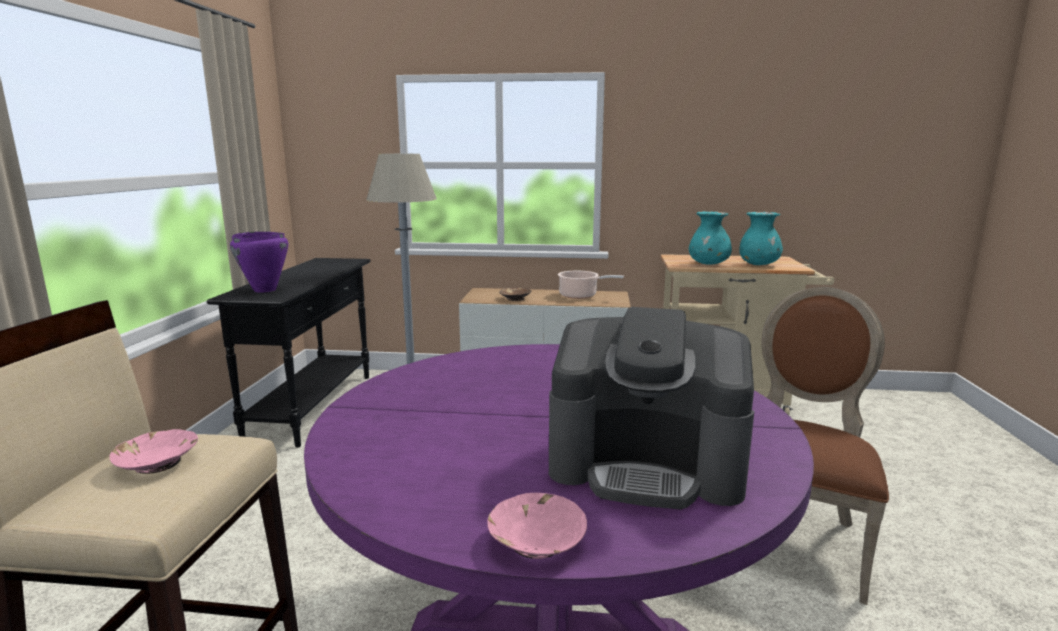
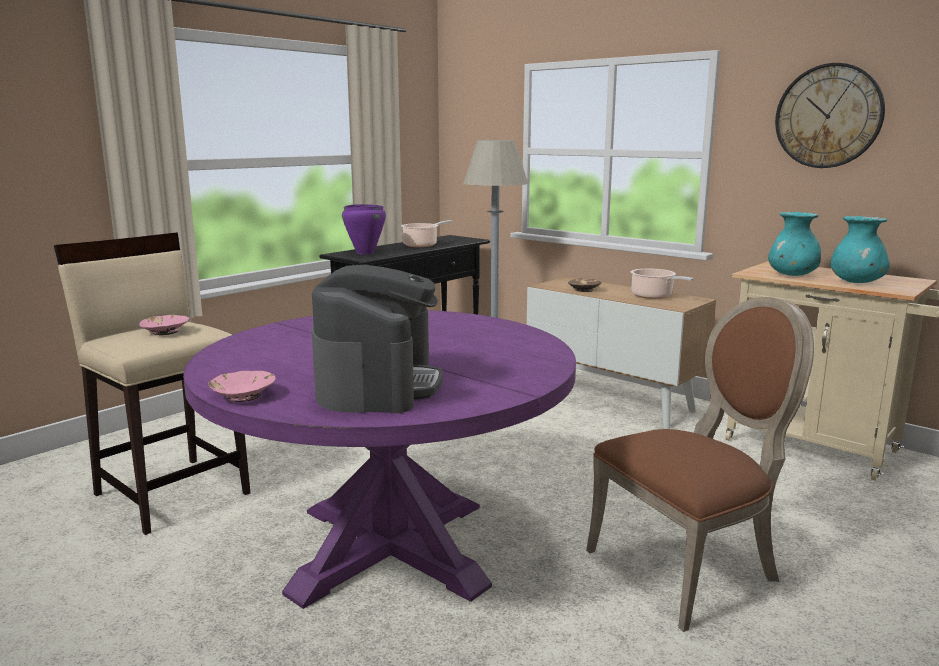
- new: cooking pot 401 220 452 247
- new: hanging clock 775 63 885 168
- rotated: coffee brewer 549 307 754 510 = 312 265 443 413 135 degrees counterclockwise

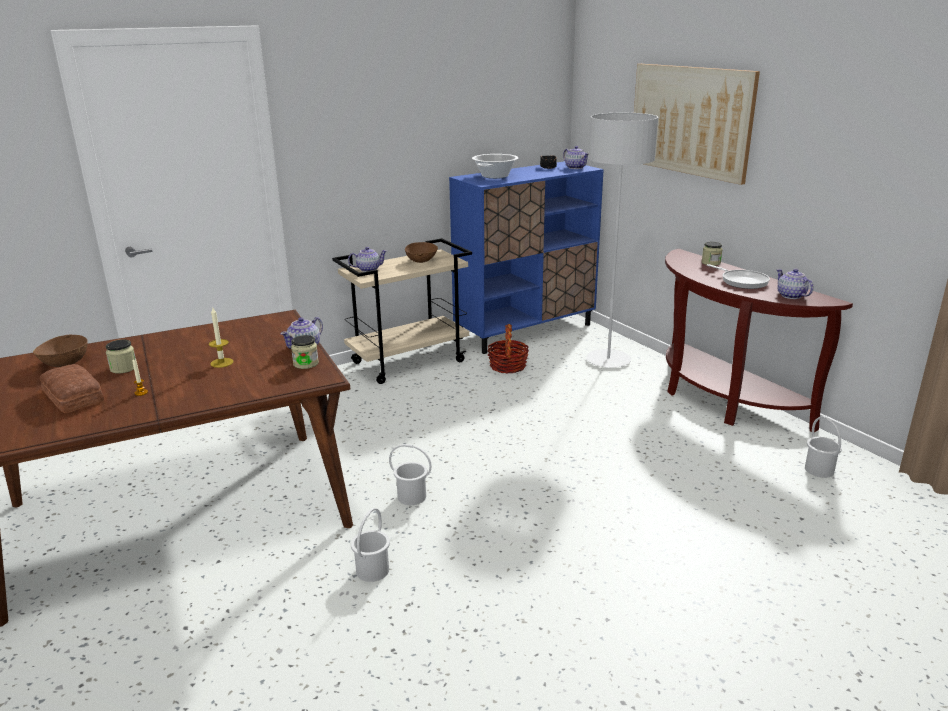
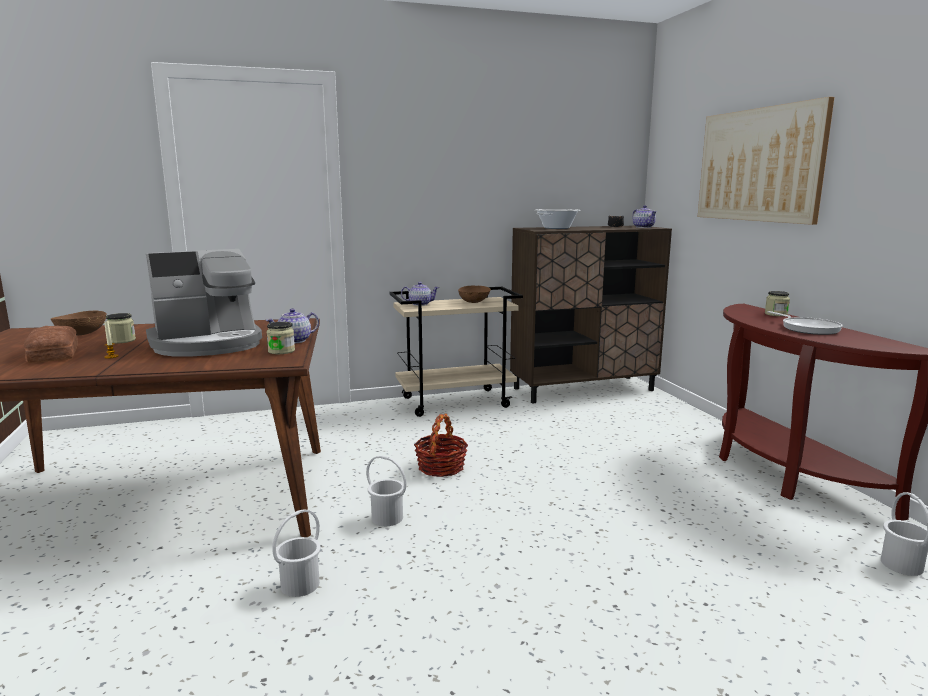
- gone: standing lamp (grey) 586 113 658 368
- gone: pot for tea 776 269 814 299
- shifted: household basket 487 324 529 374 to 414 413 468 477
- swapped: candle 209 308 233 368 to coffee brewer 146 249 262 356
- repainted: cabinet (blue-coloured) 449 161 604 354 to cabinet (brown-coloured) 510 226 672 403

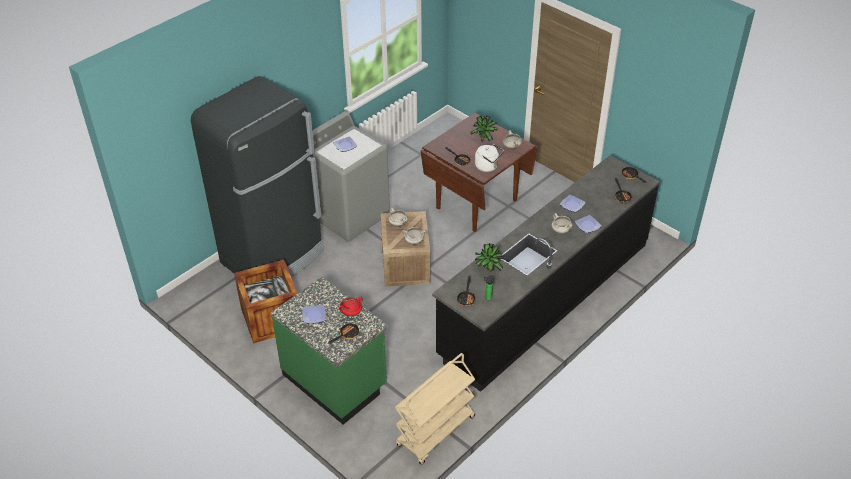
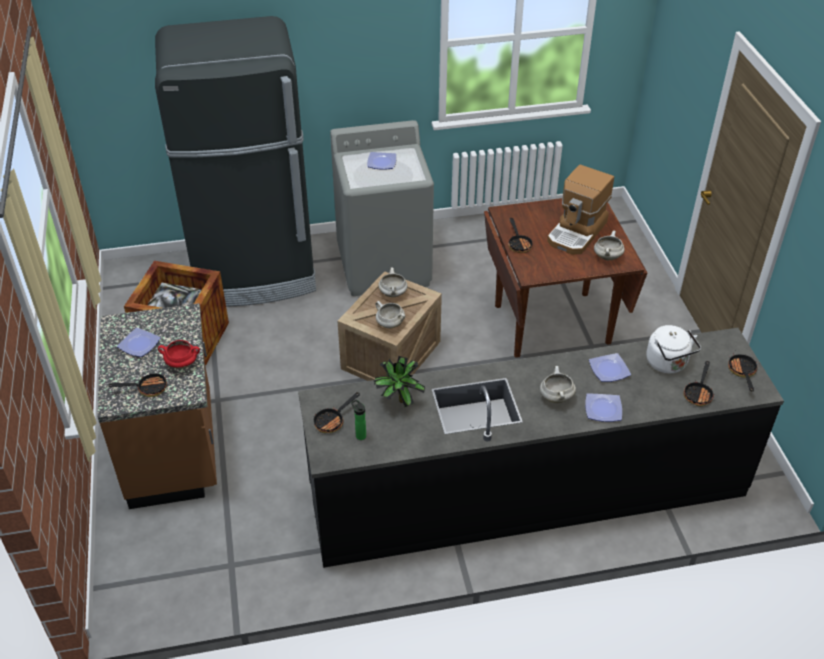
- gone: wheeled cart (sand-coloured) 395 353 475 465
- shifted: water kettle (white-coloured) 475 144 504 172 to 646 325 701 373
- swapped: houseplant 470 115 497 142 to coffee brewer 547 165 614 255
- repainted: counter (green) 271 277 388 425 to counter (brown-coloured) 98 303 217 509

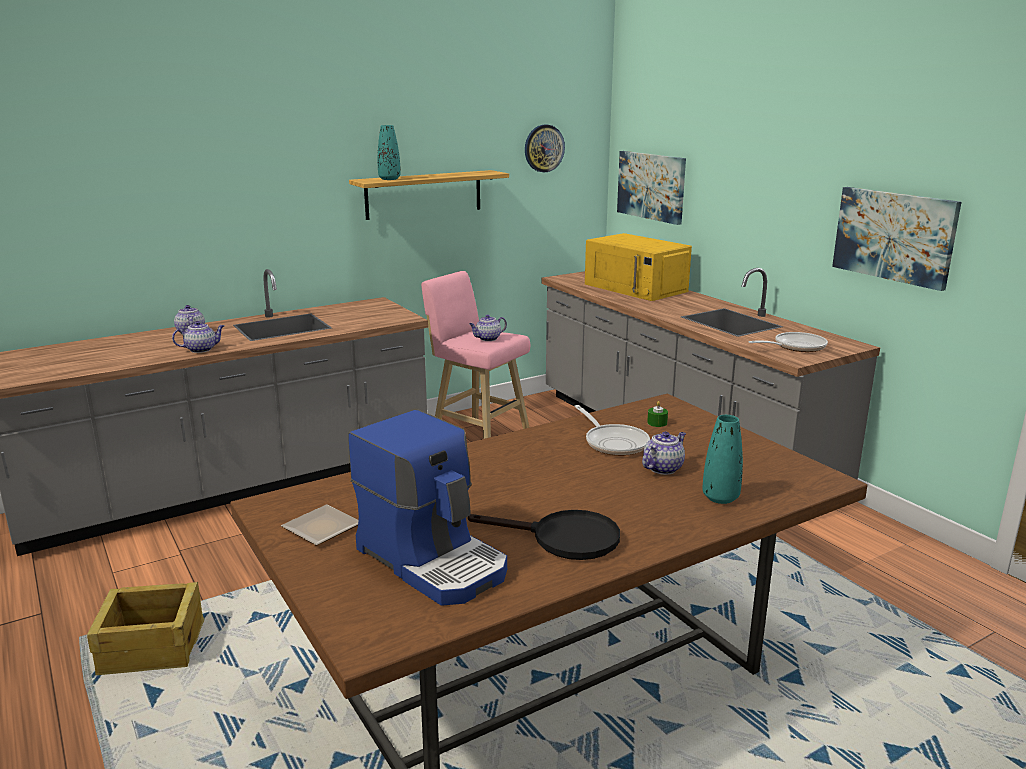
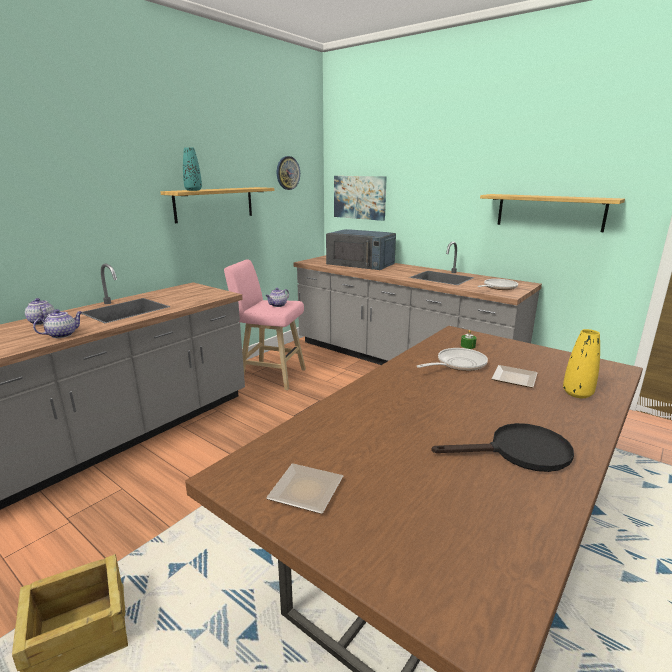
- gone: coffee brewer 348 410 507 606
- swapped: pot for tea 642 432 686 475 to dinner plate 492 365 538 388
- swapped: picture 832 187 961 291 to wall shelf 480 194 625 232
- repainted: kitchen microwave (yellowish) 585 233 692 301 to kitchen microwave (blue-coloured) 326 229 396 270
- repainted: decorative vase (turquoise-coloured) 702 415 743 504 to decorative vase (yellowish) 563 329 600 398
- rotated: frying pan 574 405 650 456 = 417 348 488 371 75 degrees counterclockwise

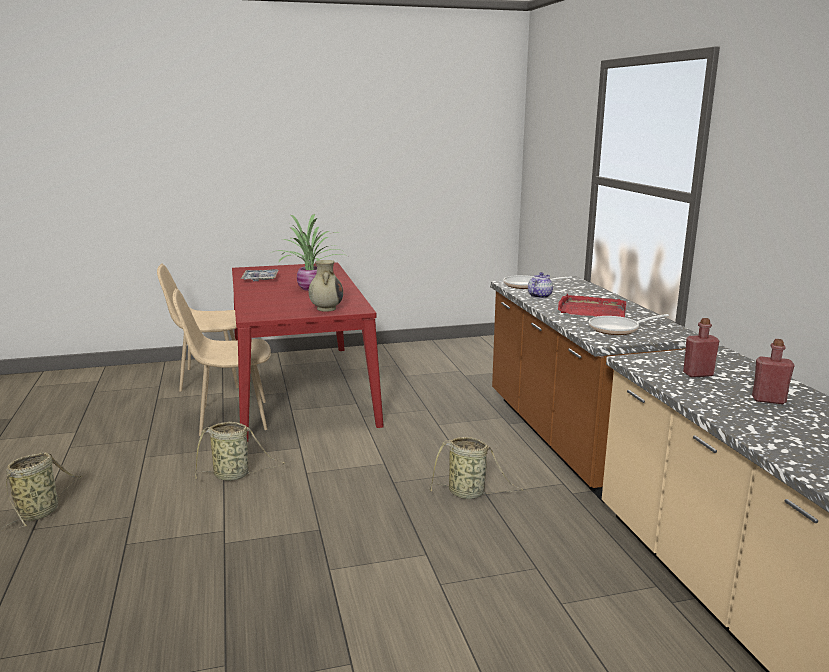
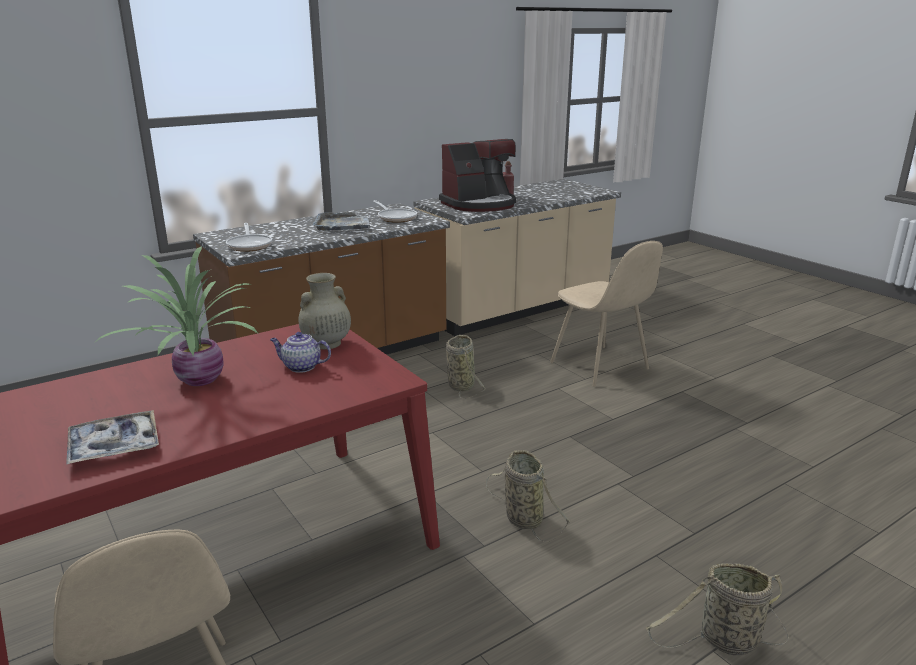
- shifted: upright chair (sand-coloured) 173 288 271 436 to 550 241 663 387
- shifted: pot for tea 528 272 553 298 to 270 332 331 373
- swapped: beverage bottle (red-coloured) 683 318 719 377 to coffee brewer 439 139 516 212
- repainted: tray (red-coloured) 558 294 626 317 to tray (grey) 313 212 370 231

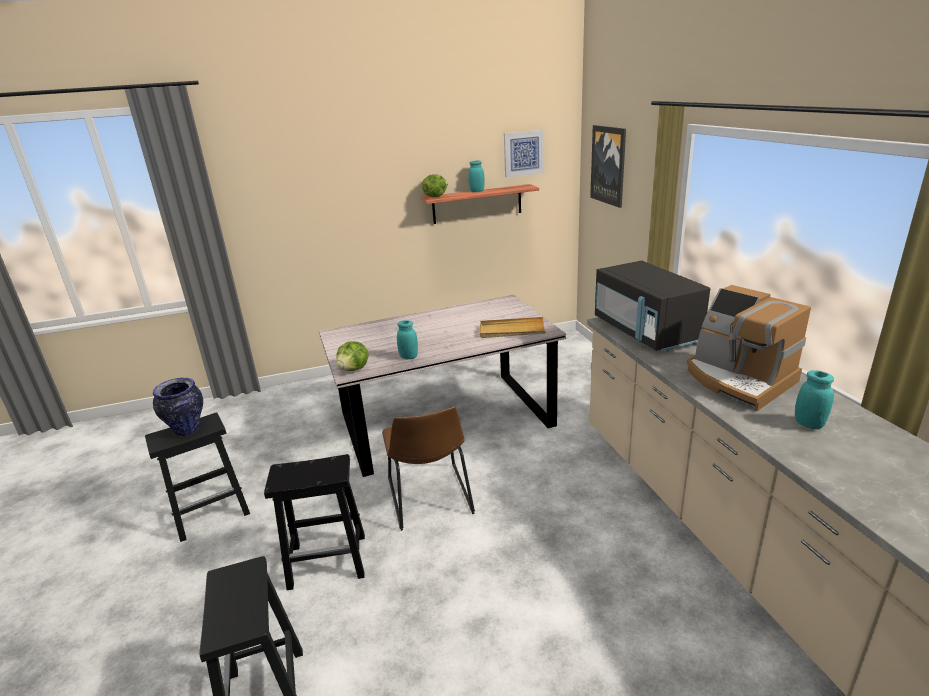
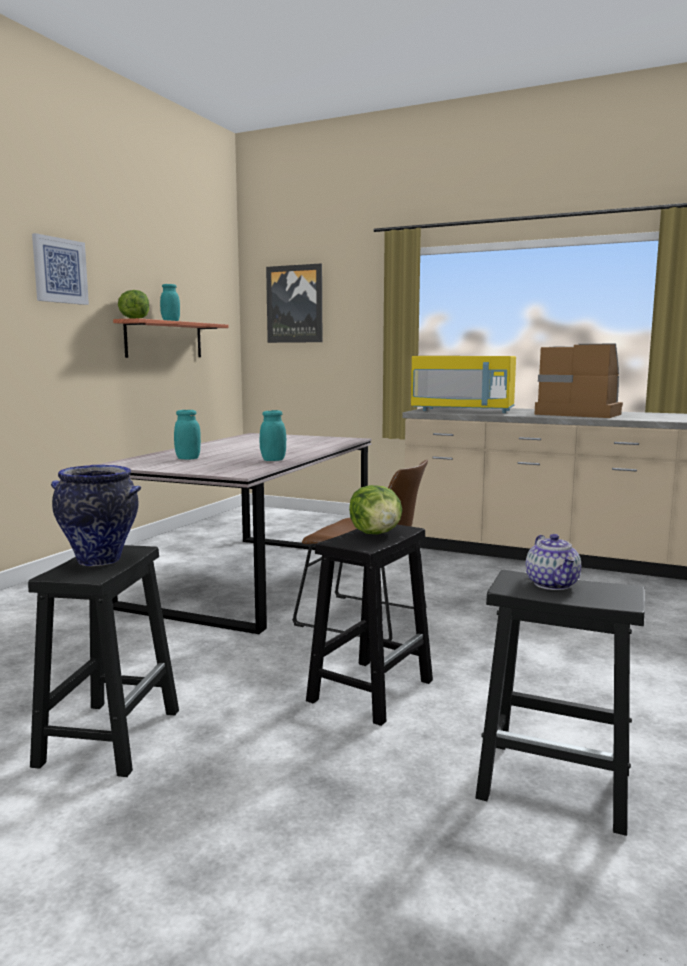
- gone: tray (sand-coloured) 480 317 546 338
- new: pot for tea 526 534 581 590
- shifted: lettuce head 336 342 369 371 to 349 485 402 534
- shifted: picture 504 130 544 177 to 32 233 89 305
- shifted: storage jar (turquoise-coloured) 795 370 834 429 to 174 410 201 459
- repainted: kitchen microwave (black) 595 261 710 352 to kitchen microwave (yellowish) 411 356 516 413
- rotated: coffee brewer 687 285 811 411 = 534 343 623 418 150 degrees counterclockwise

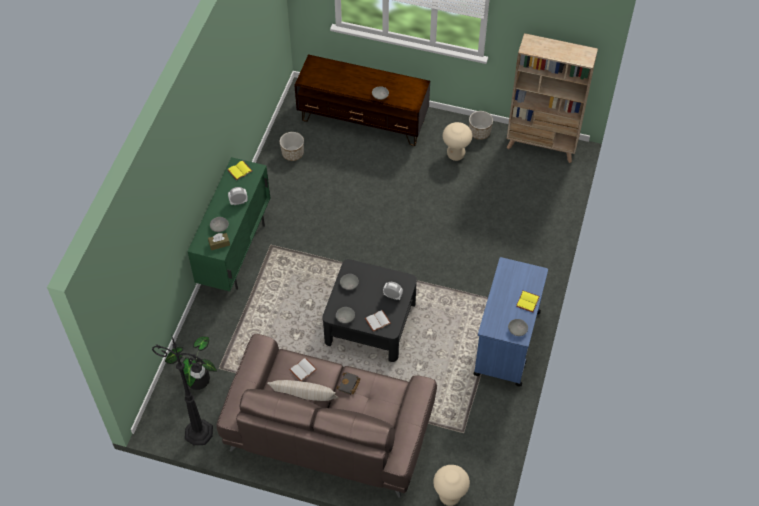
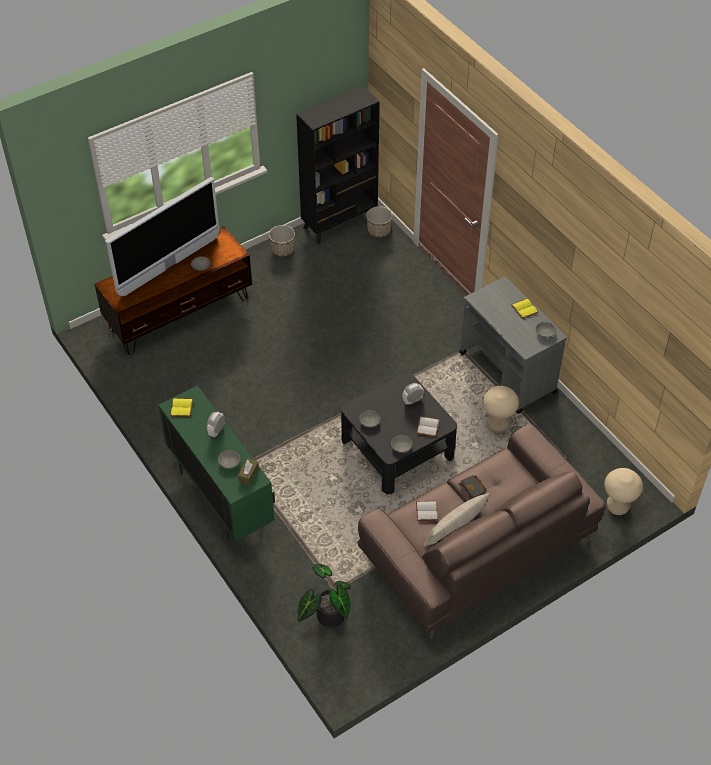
- gone: standing lamp (black) 152 334 213 445
- new: TV 105 177 219 296
- shifted: plant pot 280 132 304 161 to 367 206 392 237
- shifted: stool seat (sand-coloured) 442 122 472 161 to 483 386 519 432
- repainted: wheeled cart (blue-coloured) 474 257 548 387 to wheeled cart (grey) 459 277 567 414
- repainted: bookcase (sand-coloured) 507 33 598 163 to bookcase (black) 296 86 380 244

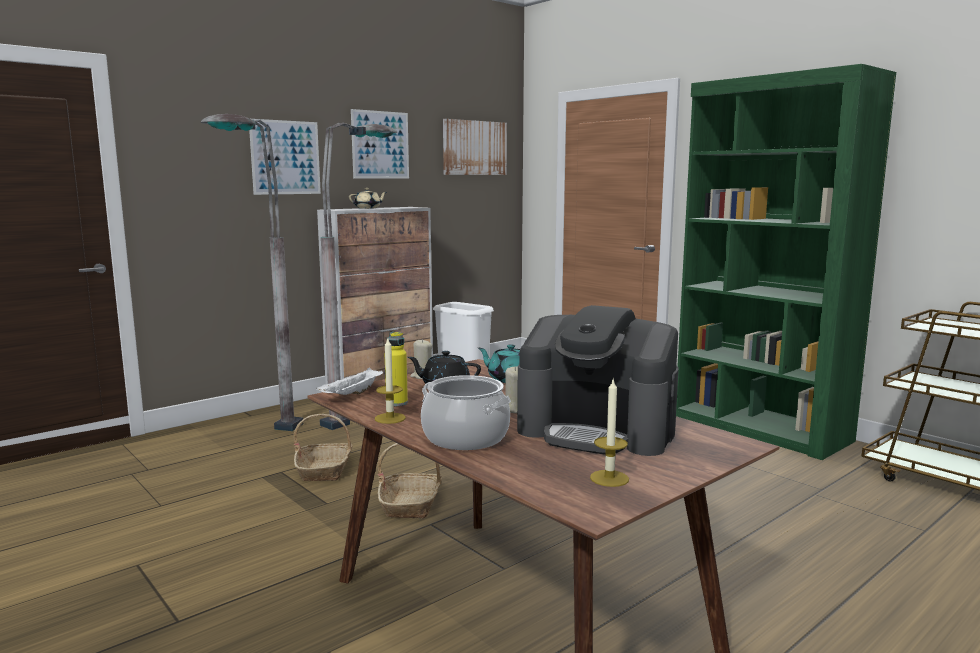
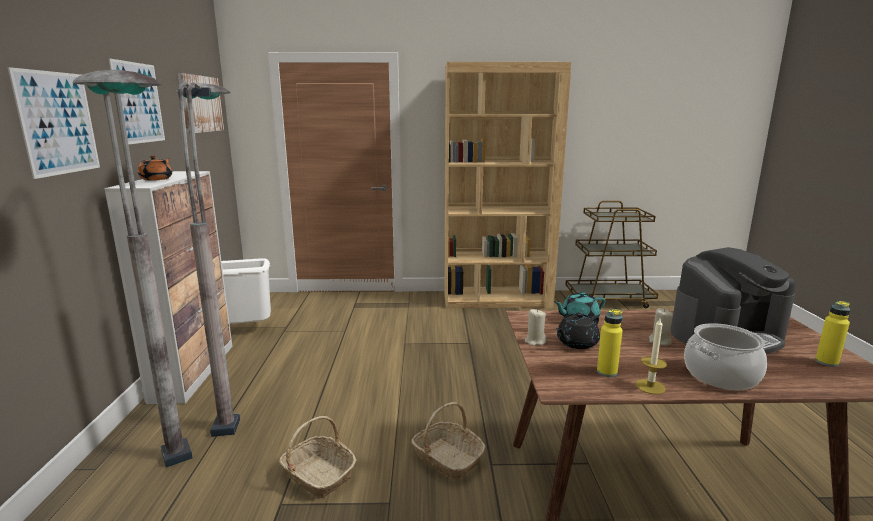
- gone: tray (white-coloured) 316 368 383 395
- swapped: candle 590 380 629 487 to beverage bottle (yellowish) 815 301 850 367
- repainted: pot for tea (sand-coloured) 349 188 387 209 to pot for tea (orange) 138 156 172 181
- repainted: bookcase (green) 676 64 896 460 to bookcase (brown-coloured) 444 62 571 308

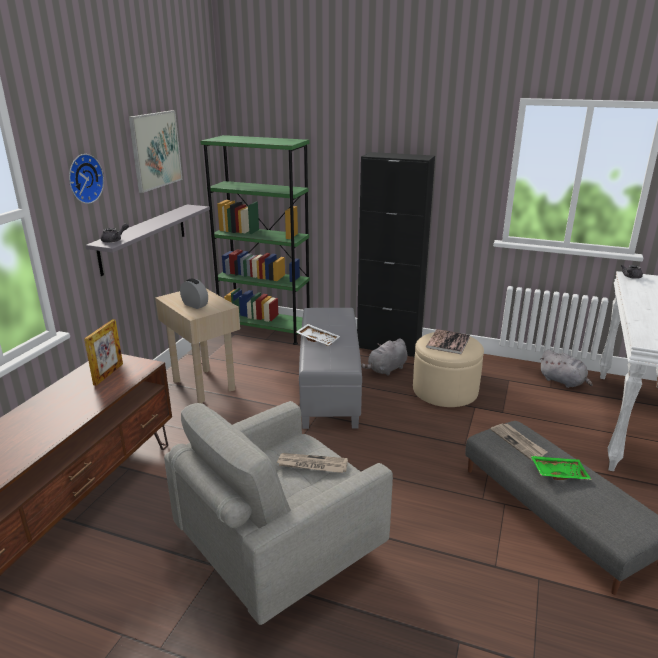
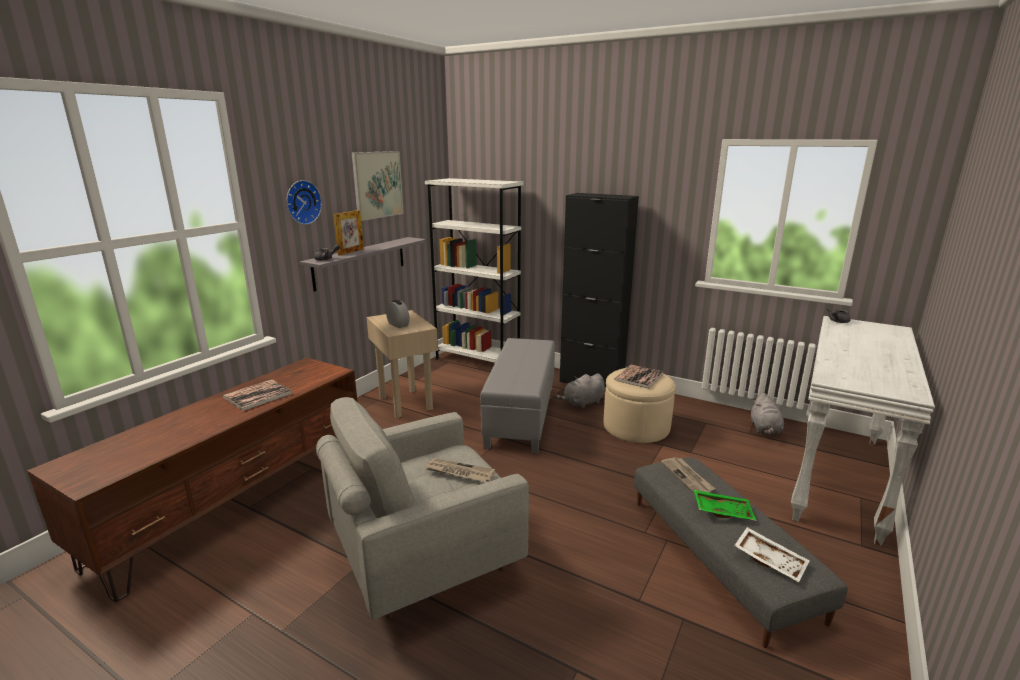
- new: volume 223 379 292 411
- shifted: photo frame 84 319 123 386 to 333 210 364 255
- shifted: tray (white-coloured) 296 324 340 346 to 734 527 810 583
- repainted: bookcase (green) 200 135 310 345 to bookcase (white-coloured) 425 178 524 363
- rotated: soft toy (grey) 539 350 593 388 = 751 393 784 435 45 degrees clockwise

